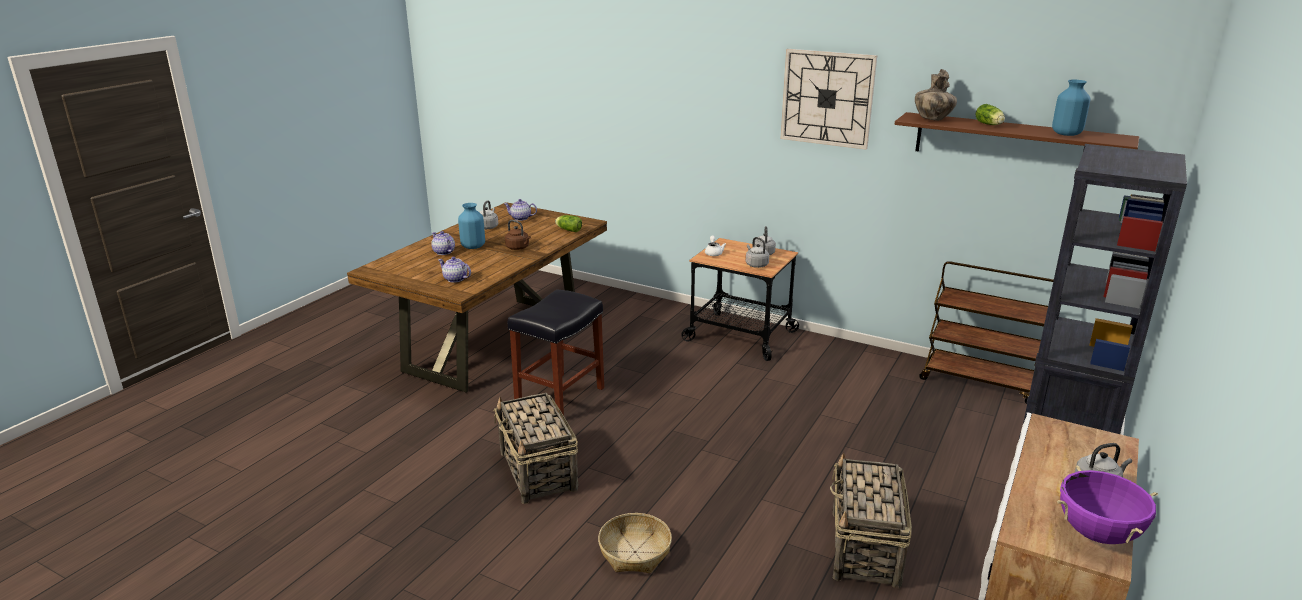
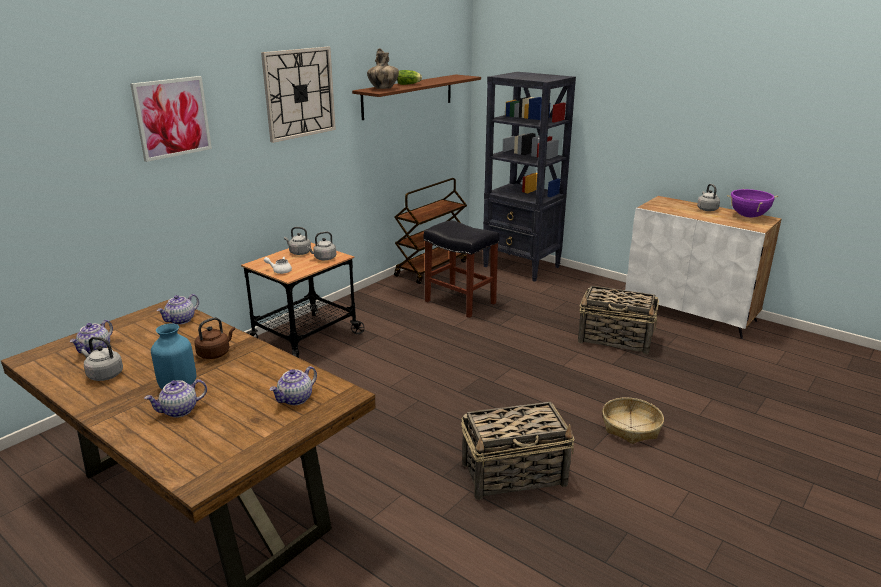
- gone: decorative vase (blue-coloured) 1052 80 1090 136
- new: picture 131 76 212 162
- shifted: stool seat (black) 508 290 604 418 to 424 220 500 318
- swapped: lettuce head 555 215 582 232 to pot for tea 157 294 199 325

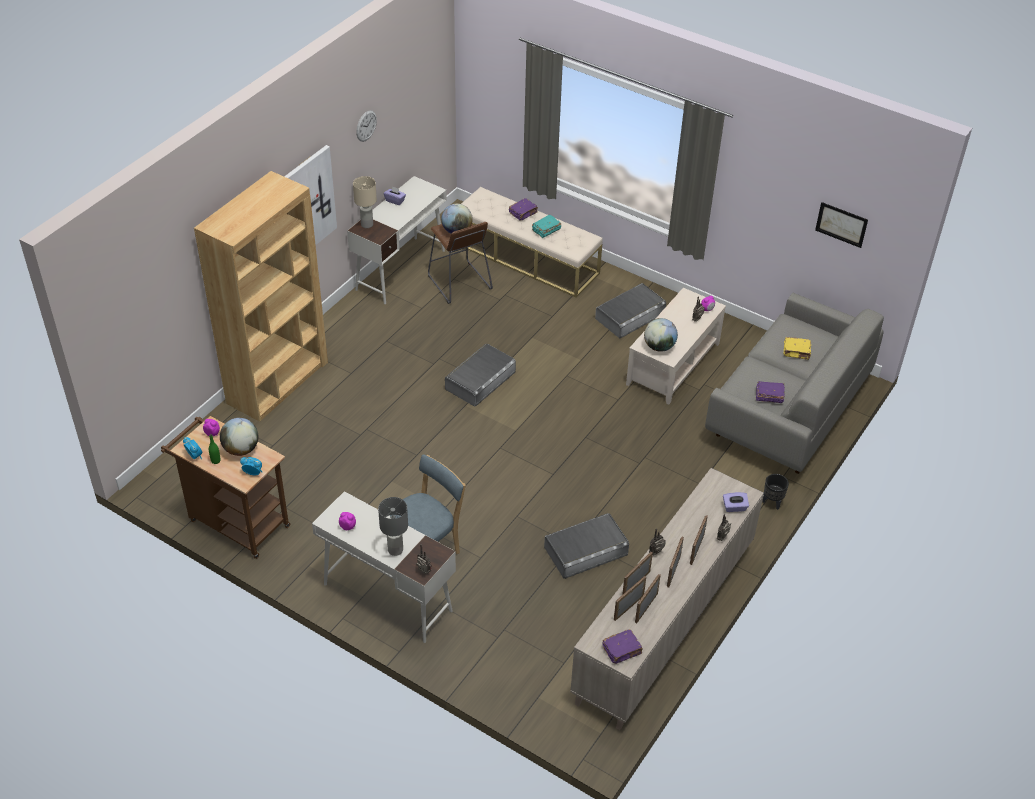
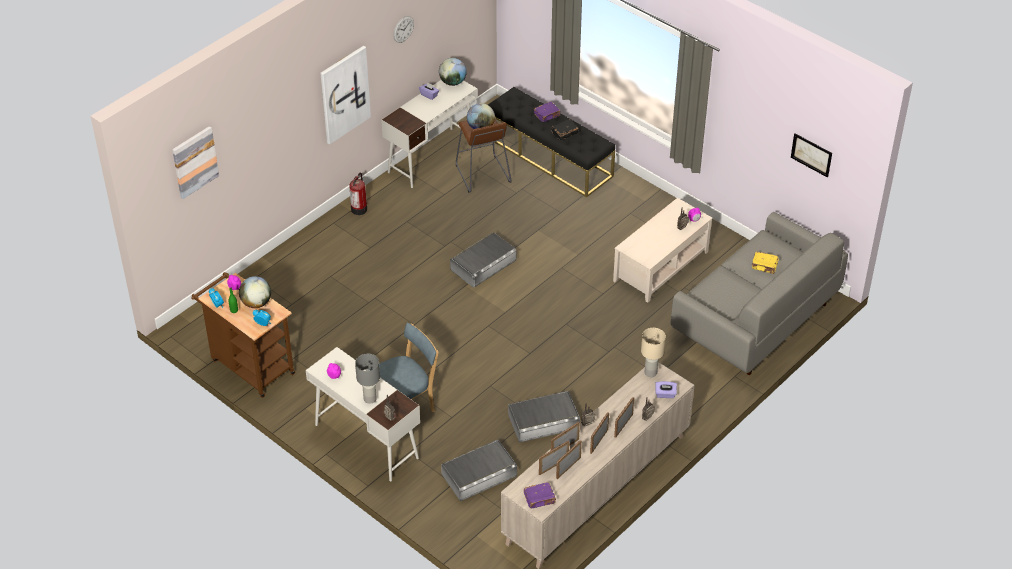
- gone: bookcase (brown-coloured) 194 171 328 422
- gone: volume (purple-coloured) 756 381 785 403
- gone: plant pot (black) 762 474 789 510
- new: picture 172 126 219 199
- new: fire extinguisher 349 172 367 215
- shifted: lamp for a table (sand-coloured) 353 176 377 228 to 641 328 666 377
- shifted: storage container (grey) 595 283 666 338 to 441 440 517 501
- shifted: world globe 644 318 678 352 to 439 58 467 86
- repainted: indoor bench (sand-coloured) 461 187 603 298 to indoor bench (black) 488 87 615 197
- repainted: volume (turquoise-coloured) 532 215 561 238 to volume (black) 552 119 579 140

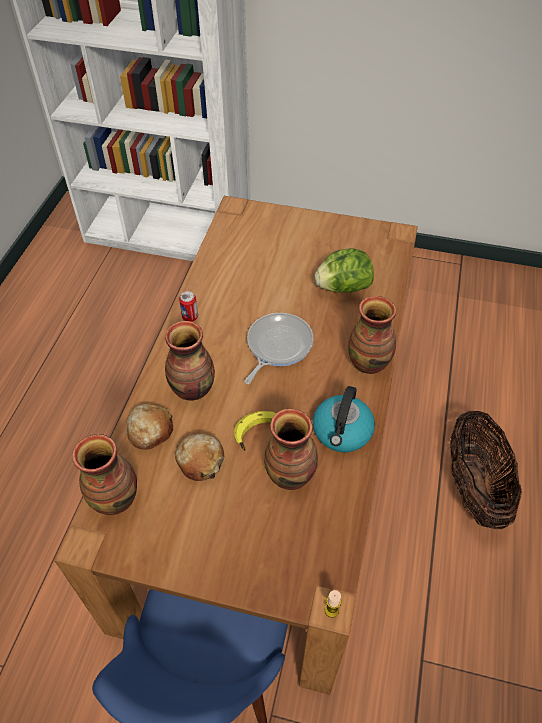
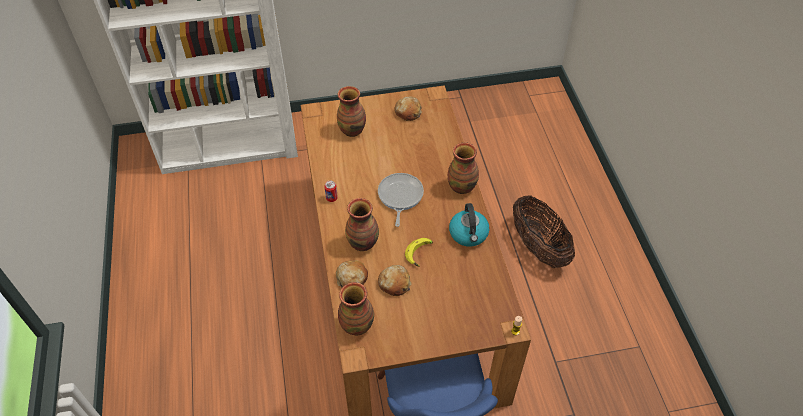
- gone: lettuce head 315 248 374 293
- new: bakery bread 395 97 422 121
- shifted: decorative vase 264 409 318 490 to 337 86 366 137

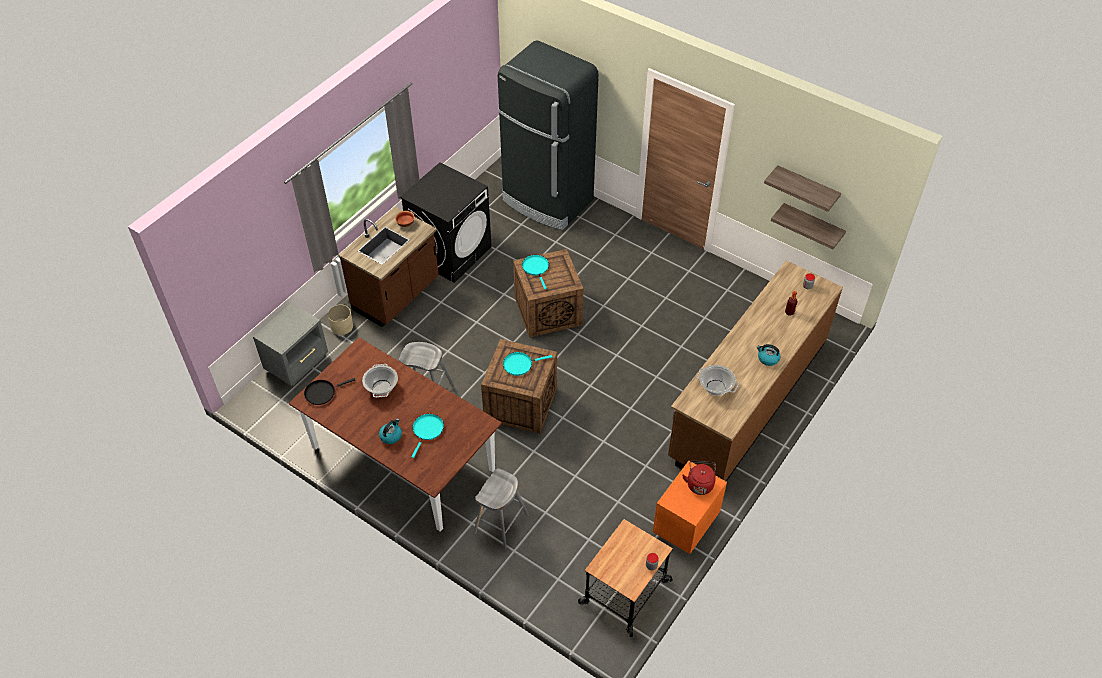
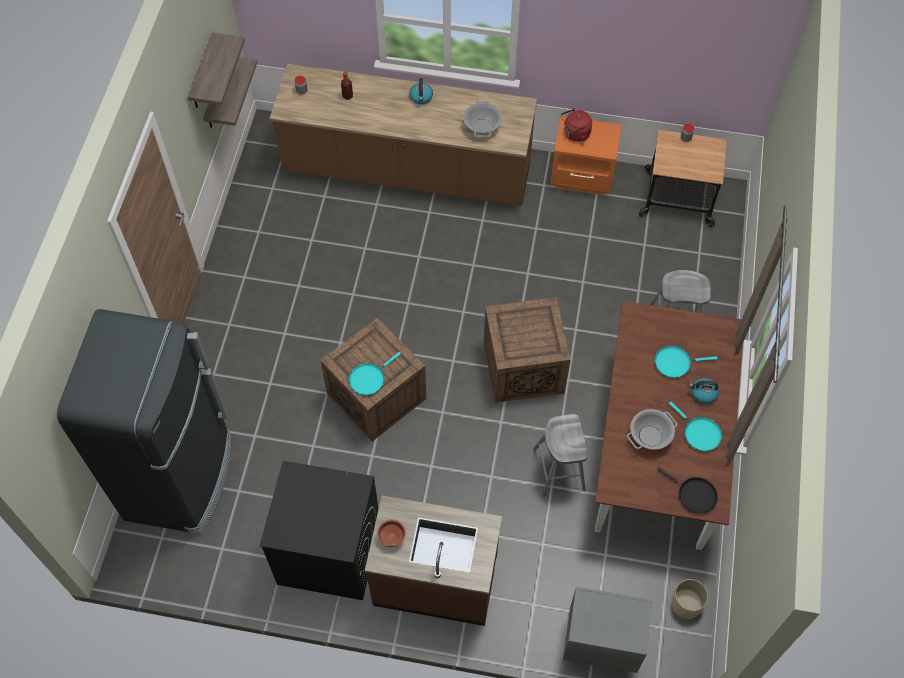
- shifted: plant pot (sand-coloured) 327 304 353 335 to 671 579 708 619
- shifted: frying pan (turquoise-coloured) 503 352 552 376 to 669 402 722 452

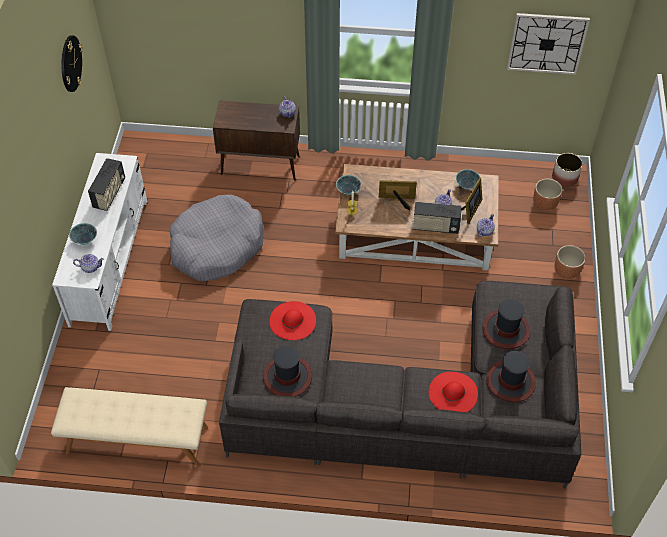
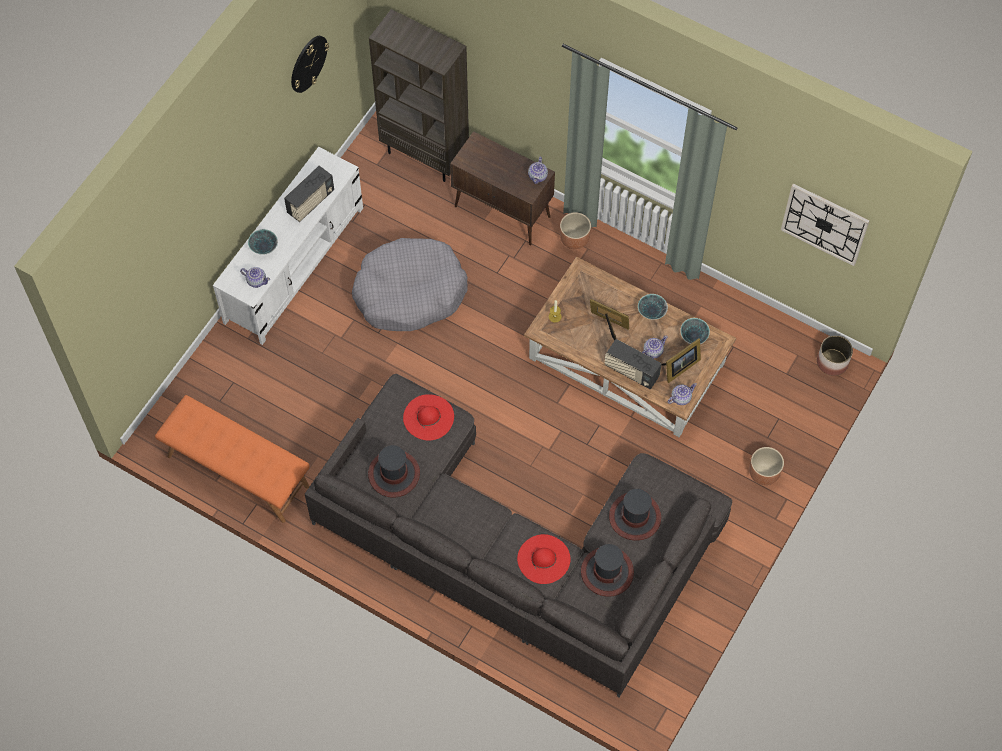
- new: bookcase (brown-coloured) 369 9 469 182
- shifted: serving bowl 336 175 362 195 to 638 294 668 320
- shifted: plant pot (brown-coloured) 533 178 562 211 to 560 212 591 249
- repainted: indoor bench (sand-coloured) 51 387 208 467 to indoor bench (orange) 155 395 310 523

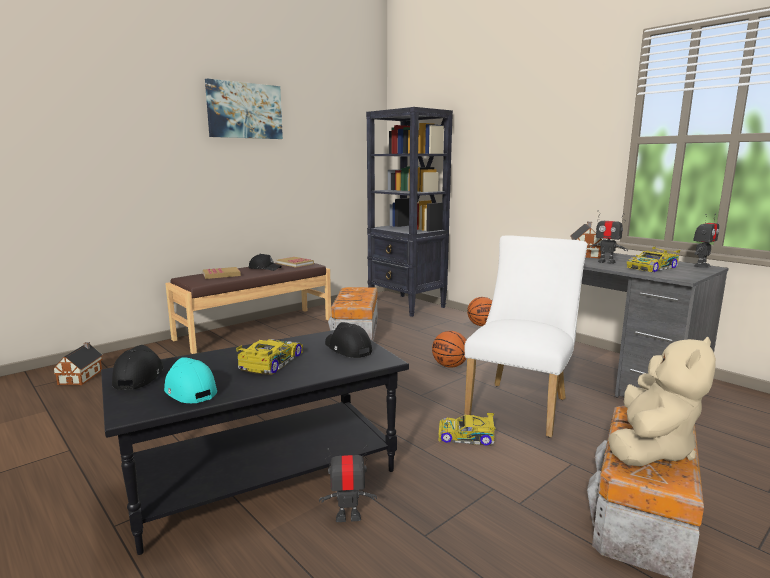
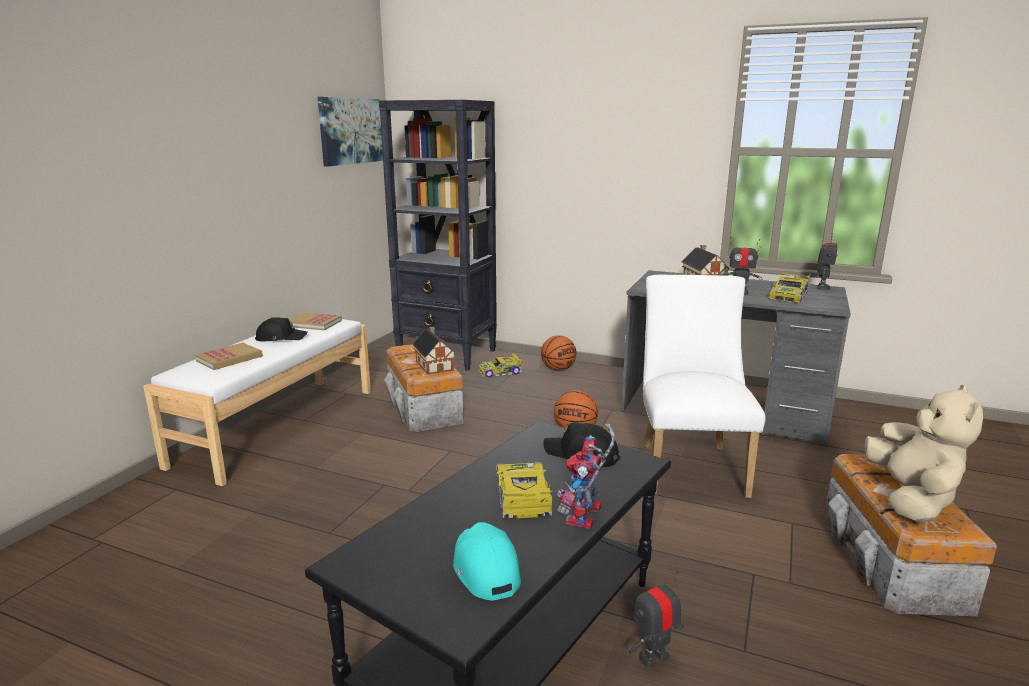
- gone: peaked cap (black) 112 345 164 390
- new: toy robot 557 424 615 529
- shifted: toy house 52 342 103 385 to 413 326 456 375
- shifted: picture 205 79 283 139 to 318 97 383 167
- shifted: model car 438 413 496 446 to 479 353 522 377
- repainted: indoor bench (brown-coloured) 165 263 331 354 to indoor bench (white-coloured) 143 319 371 486
- rotated: peaked cap (turquoise-coloured) 164 358 217 403 = 453 522 521 601 45 degrees clockwise

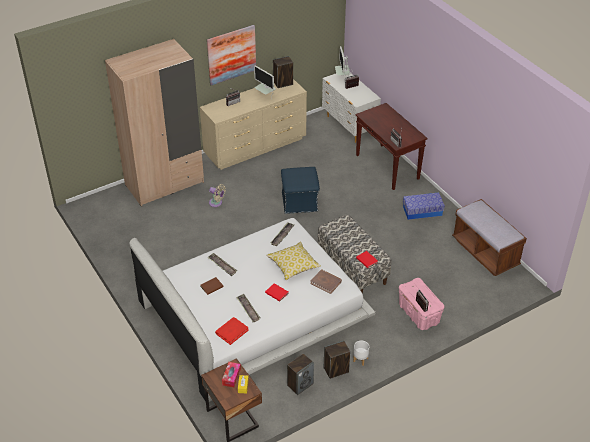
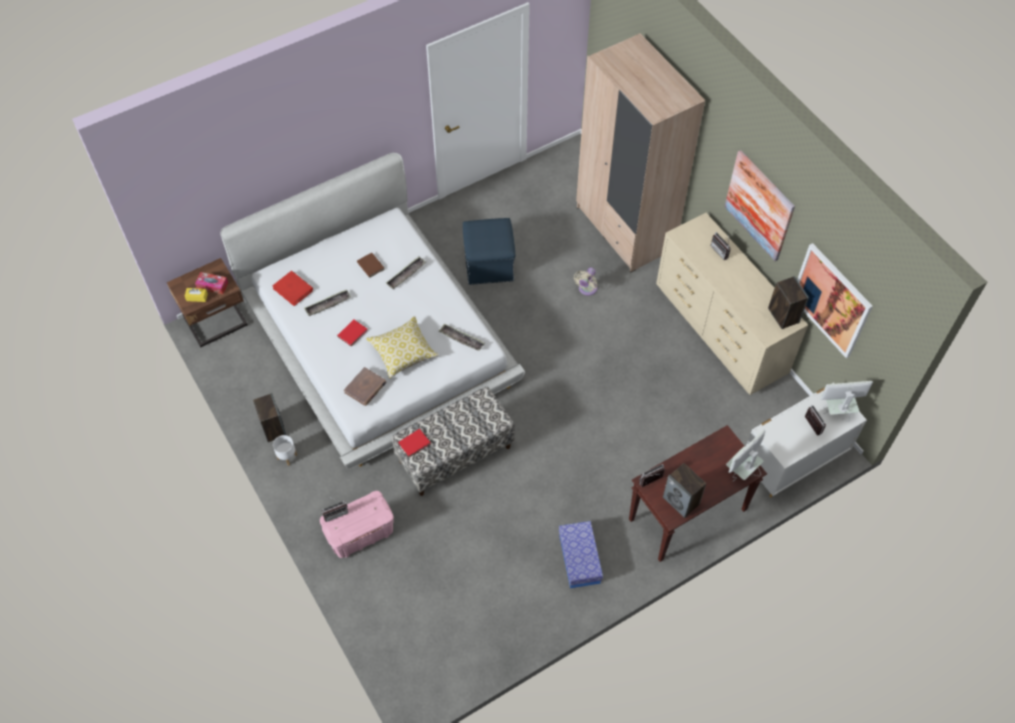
- gone: indoor bench (brown-coloured) 452 199 527 276
- new: picture 797 243 873 358
- shifted: computer screen 254 66 276 98 to 726 429 765 482
- shifted: pouffe (blue-coloured) 281 167 320 214 to 463 218 515 285
- shifted: loudspeaker 287 354 314 395 to 663 463 706 518

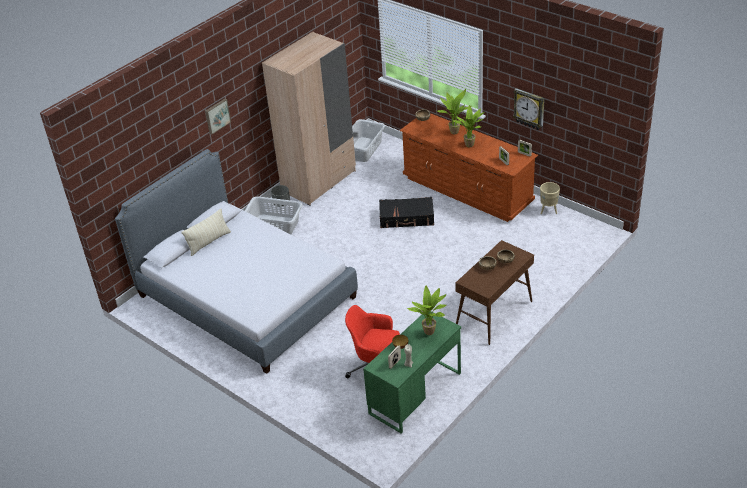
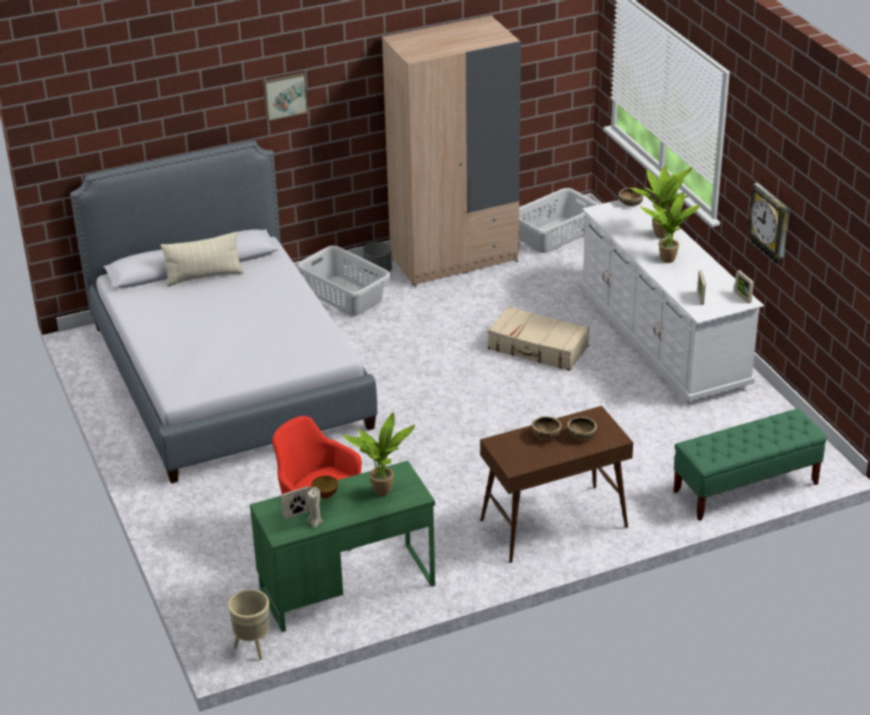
- new: indoor bench (green) 674 408 827 521
- shifted: plant pot (sand-coloured) 540 182 560 214 to 228 589 269 660
- repainted: travel case (black) 379 197 434 228 to travel case (sand-coloured) 488 306 589 371
- repainted: dresser (brown-coloured) 400 113 538 222 to dresser (white-coloured) 580 195 764 403

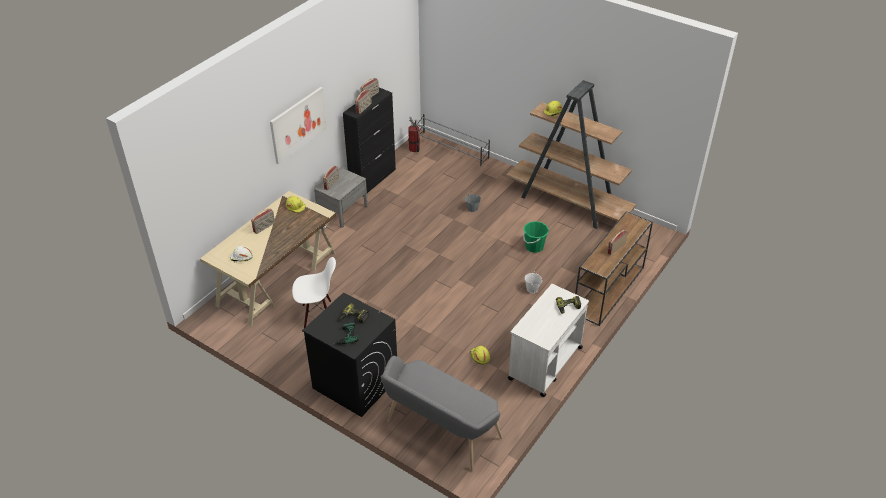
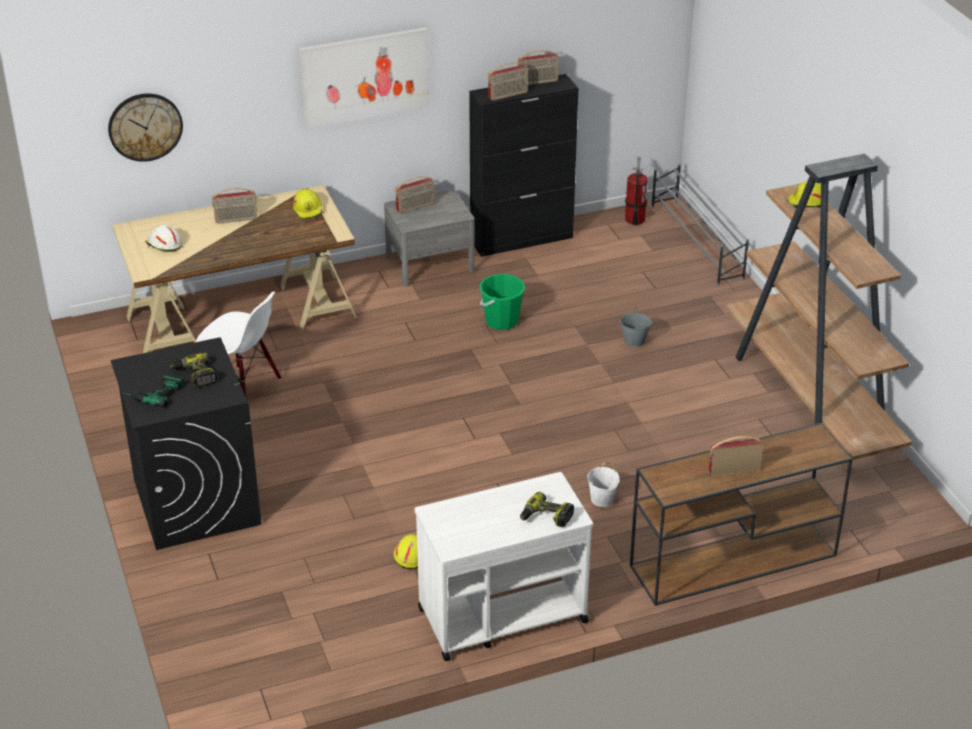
- gone: indoor bench (grey) 381 356 503 471
- new: hanging clock 108 94 183 162
- shifted: bucket (green) 523 221 549 253 to 479 274 525 330

